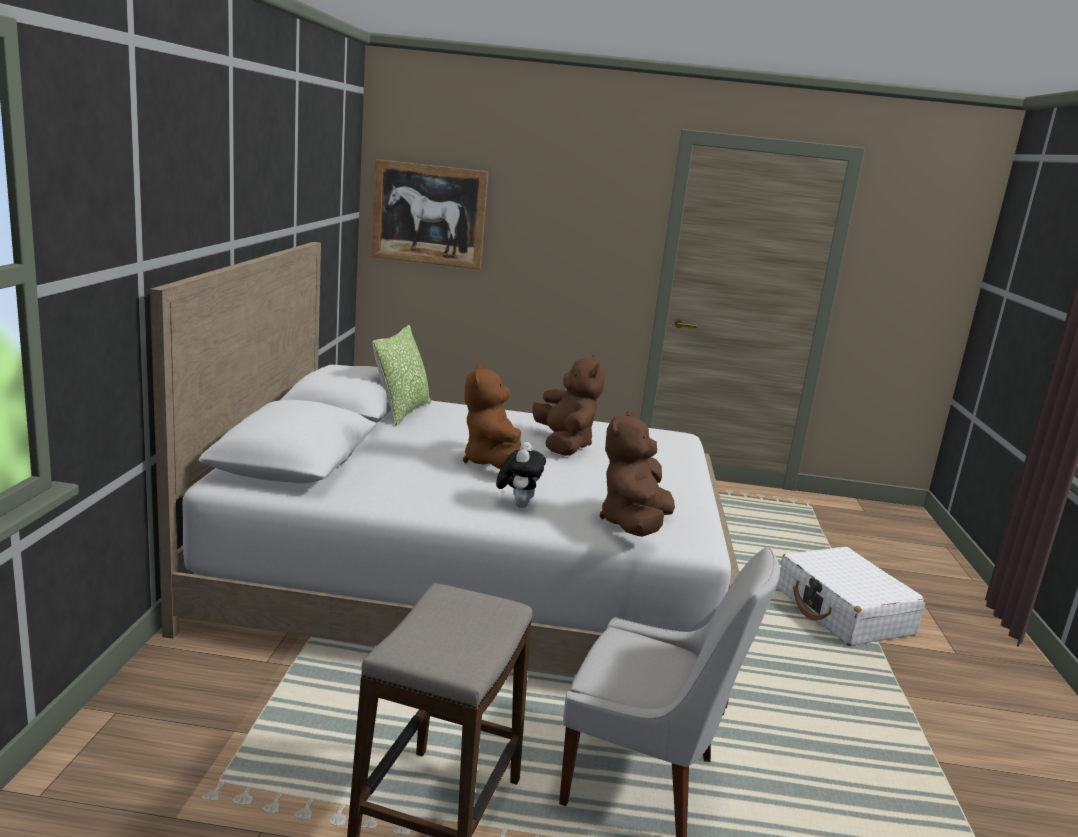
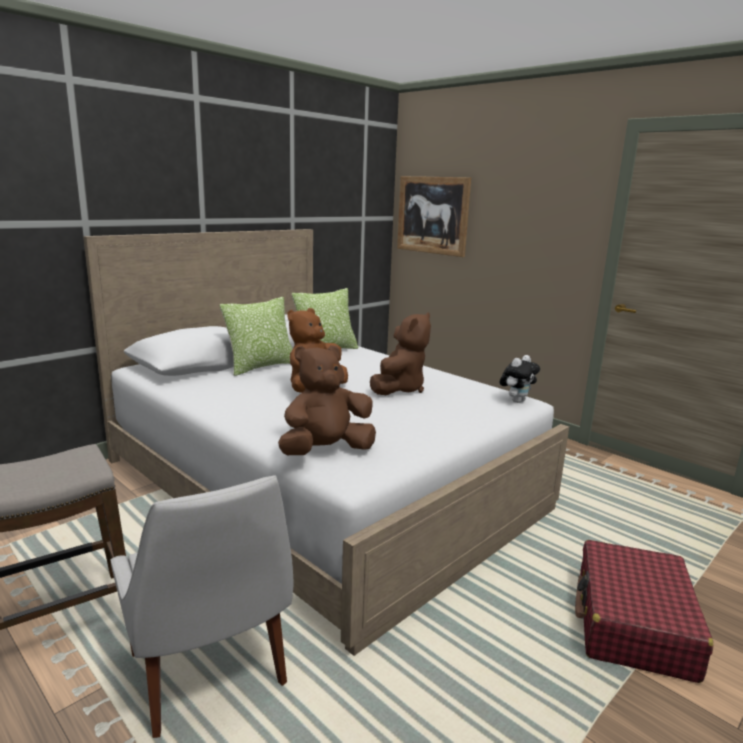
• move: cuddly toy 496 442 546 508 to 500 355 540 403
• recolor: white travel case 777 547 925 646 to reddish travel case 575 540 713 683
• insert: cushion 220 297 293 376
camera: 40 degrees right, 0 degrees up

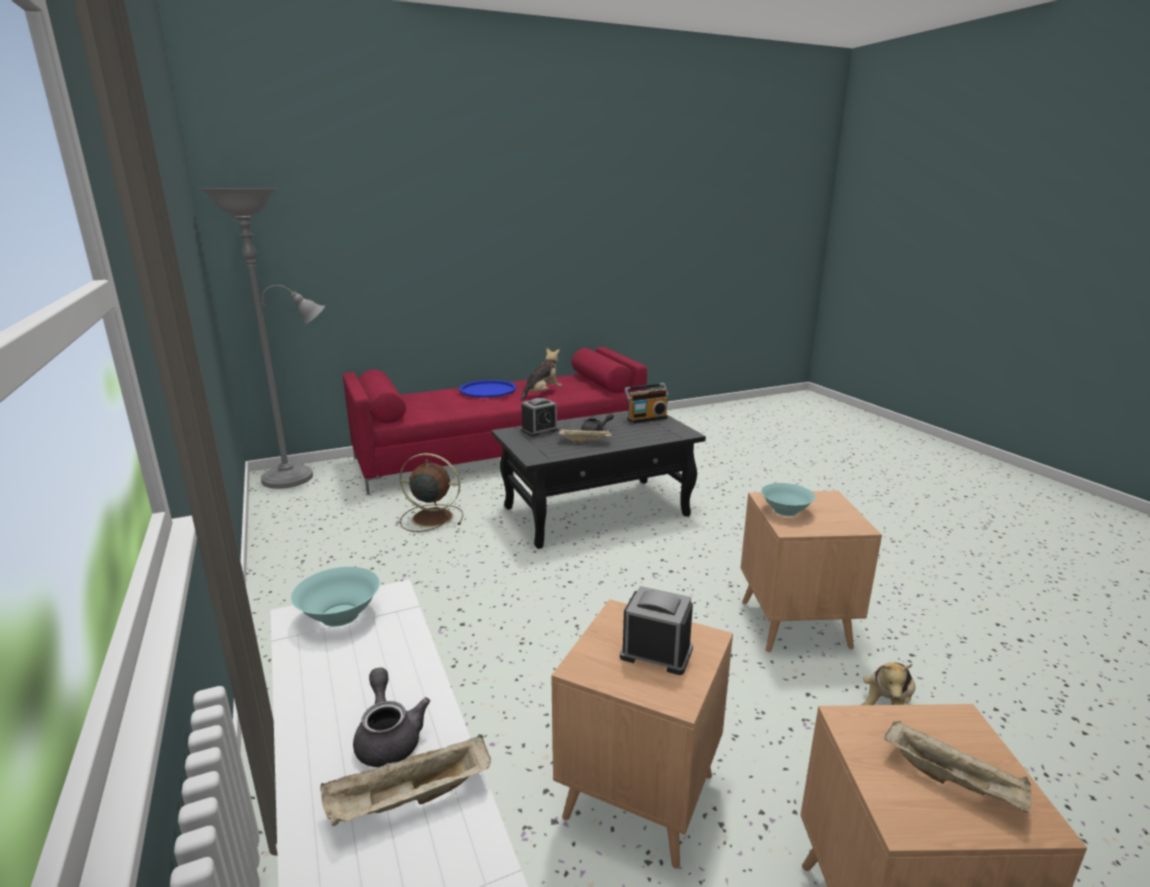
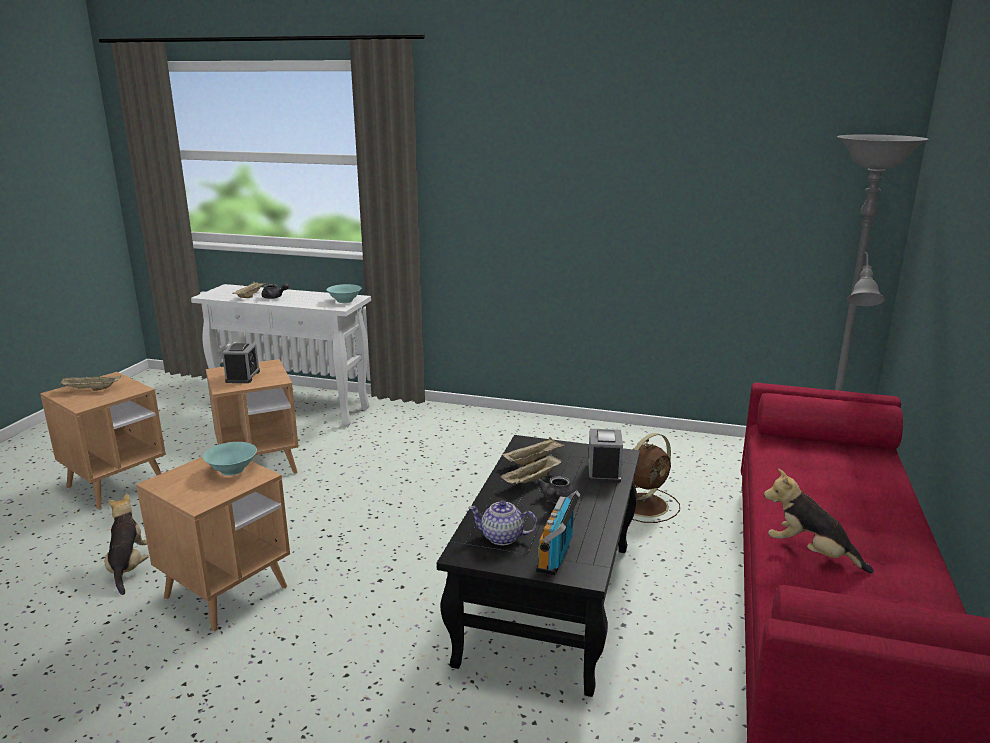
• rotate: cuddly toy 521 348 562 401 = 764 468 874 573 135 degrees clockwise
• delete: bluish carrying tray 459 380 516 398
• rotate: table clock 620 586 693 675 = 222 343 260 383 60 degrees counterclockwise
• insert: sand-coloured carrying tray 503 437 565 465
• insert: pot for tea 468 501 537 545
camera: 130 degrees right, 0 degrees up

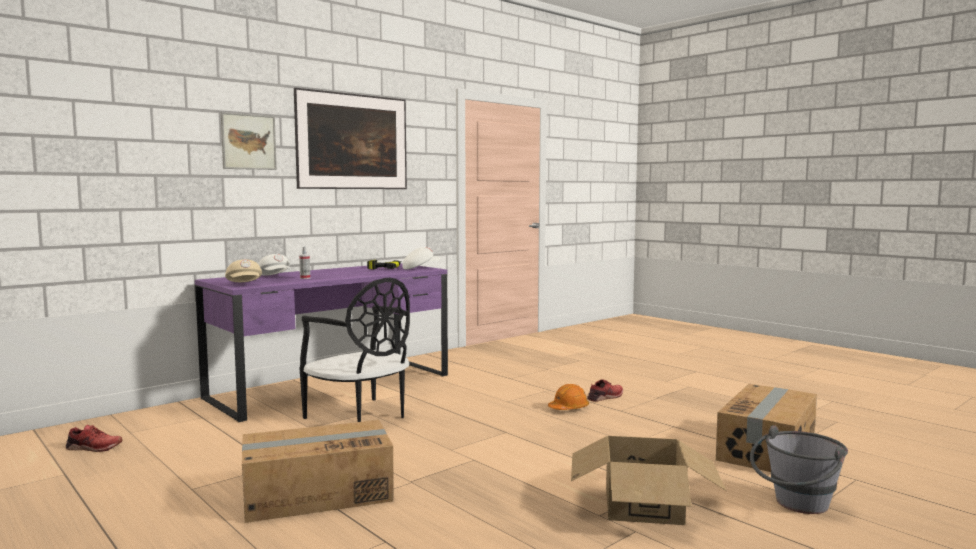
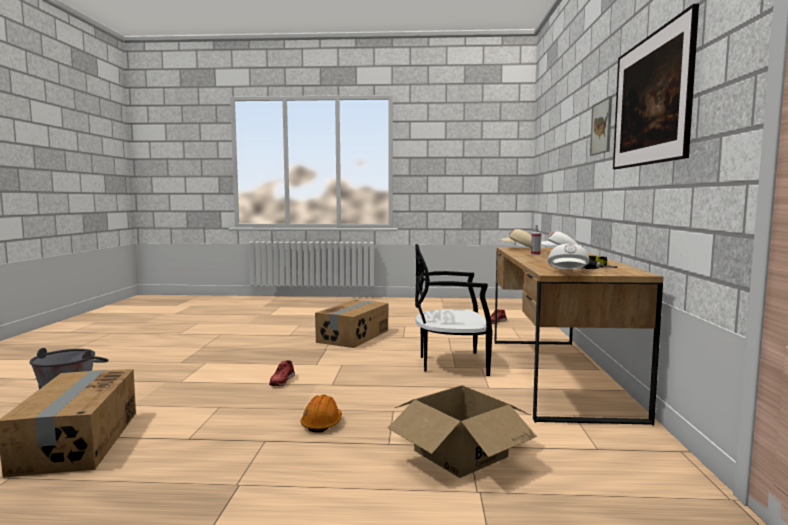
• recolor: purplish desk 195 263 448 422 to brown-coloured desk 494 247 663 425
• move: reddish low shoe 587 379 623 402 to 269 360 295 386
• move: cardboard box 571 436 726 525 to 388 385 537 478
camera: 135 degrees right, 0 degrees up

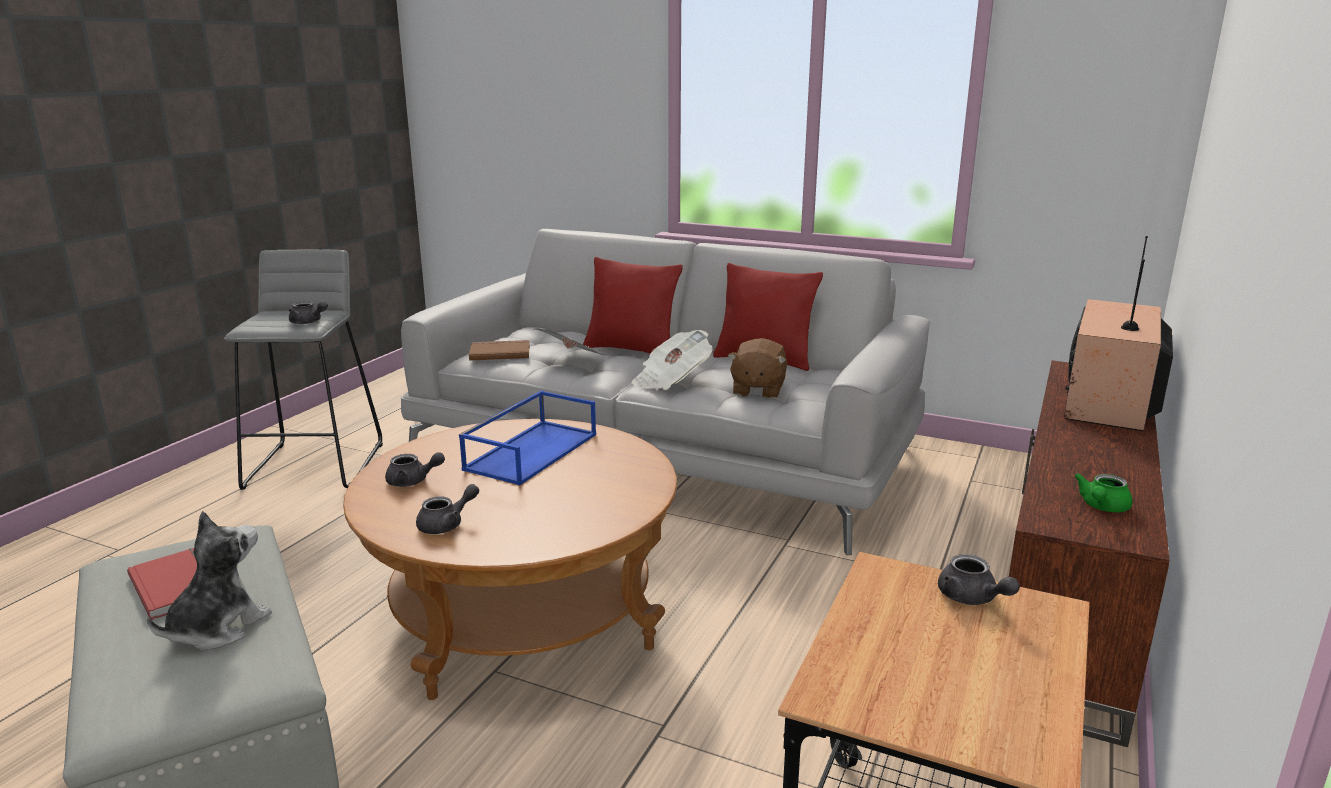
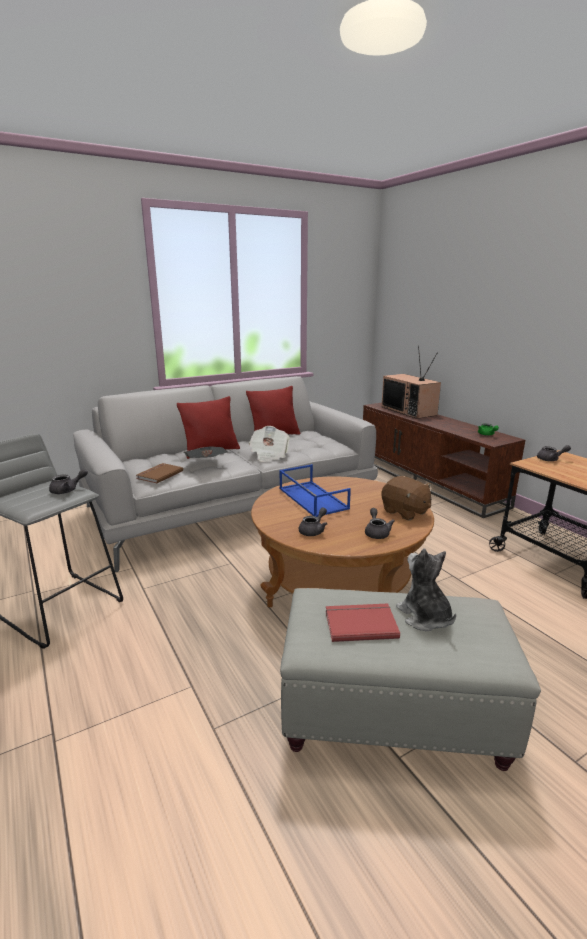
• move: brown-coloured cuddly toy 728 338 787 399 to 381 476 432 520
camera: 55 degrees left, 0 degrees up

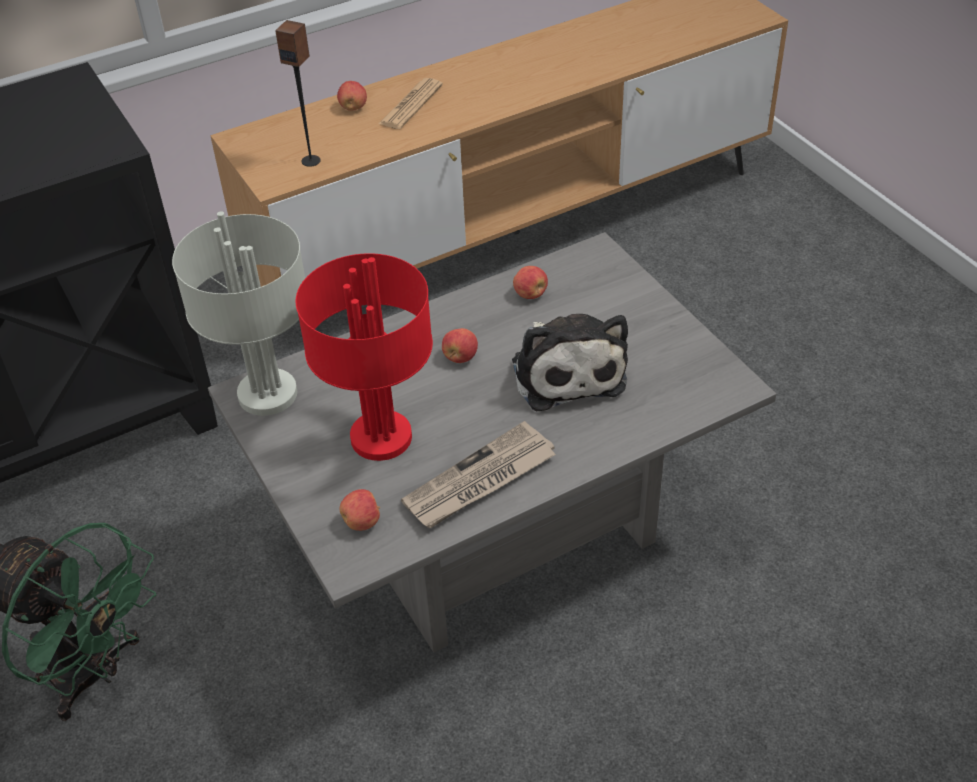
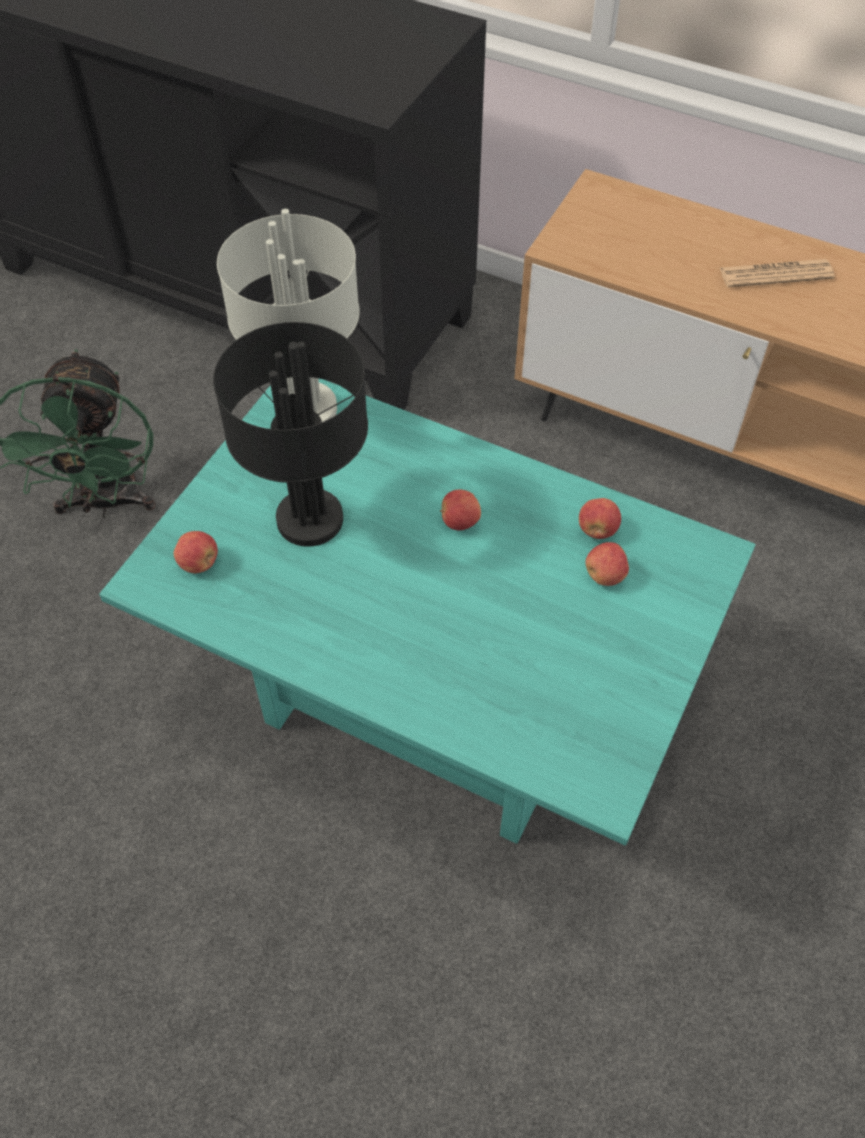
• delete: speaker 275 20 321 167
• move: apple 337 81 367 111 to 586 542 629 586
• recolor: grey low table 208 232 776 652 to turquoise low table 99 378 756 846
• recolor: reddish table lamp 296 253 433 461 to black-coloured table lamp 213 322 368 547
• delete: cuddly toy 512 314 628 411
• delete: daily paper 401 421 556 528
camera: 55 degrees right, 10 degrees up

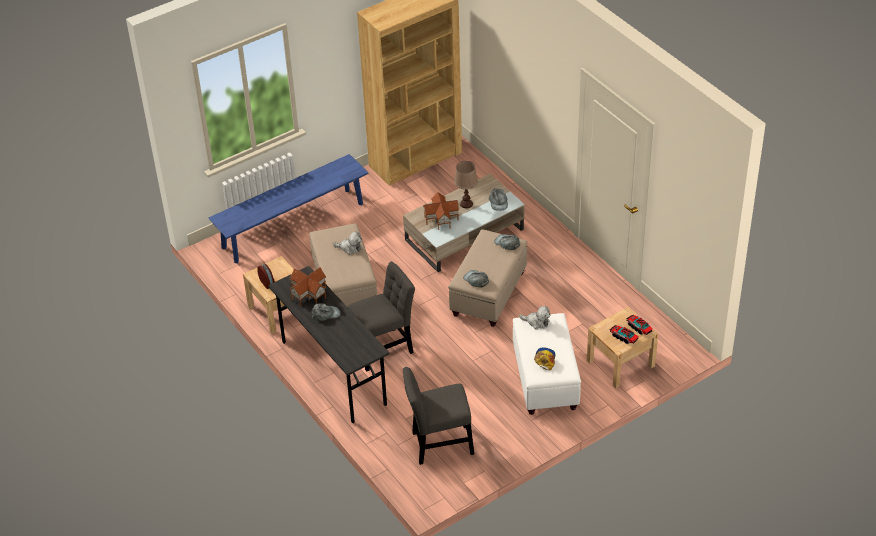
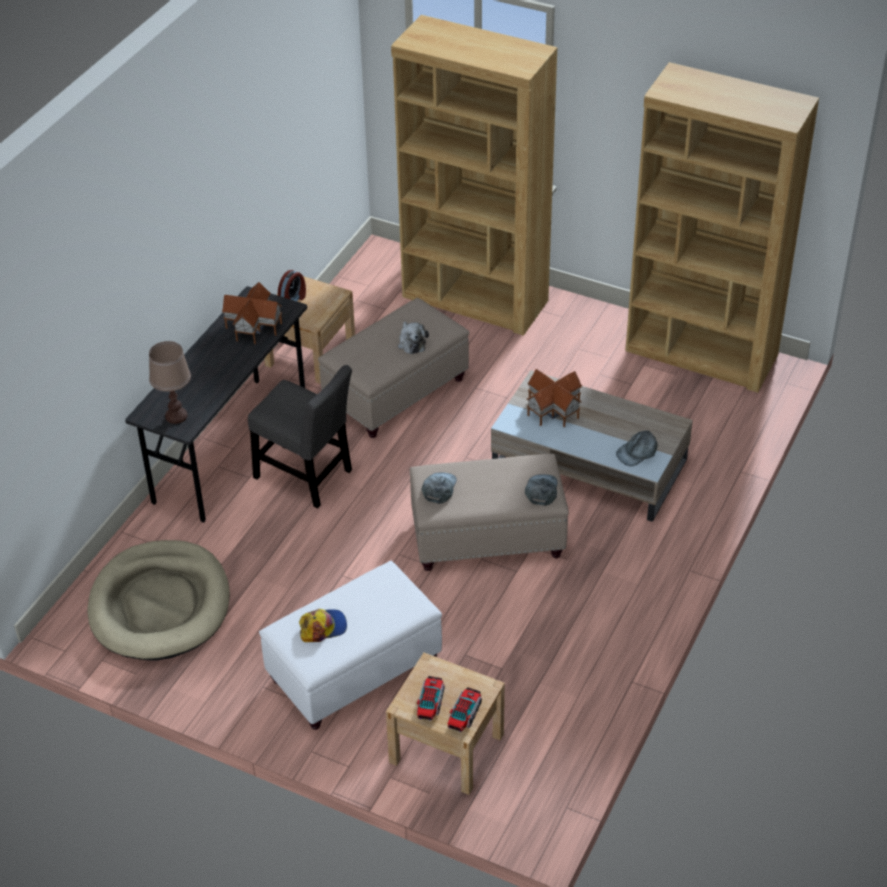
• replace: bluish bench 209 154 369 263 to brown-coloured bookcase 391 15 557 336
• move: brown-coloured table lamp 454 161 478 208 to 149 341 191 424
• delete: grey peaked cap 311 303 341 321
• delete: cuddly toy 519 306 550 330
• replace: grey chair 403 367 474 465 to sand-coloured pet bed 88 540 230 660
camera: 60 degrees right, 0 degrees up

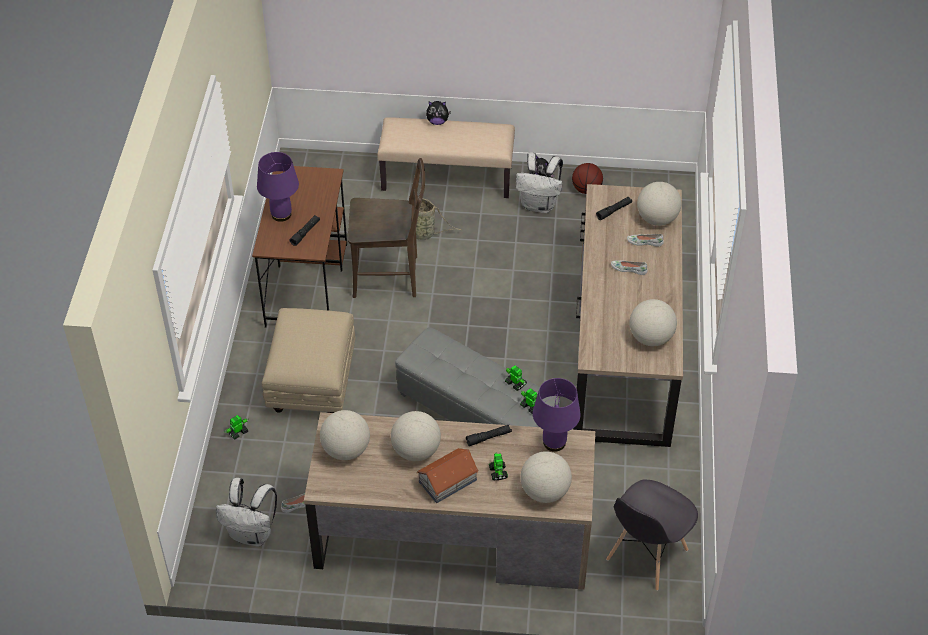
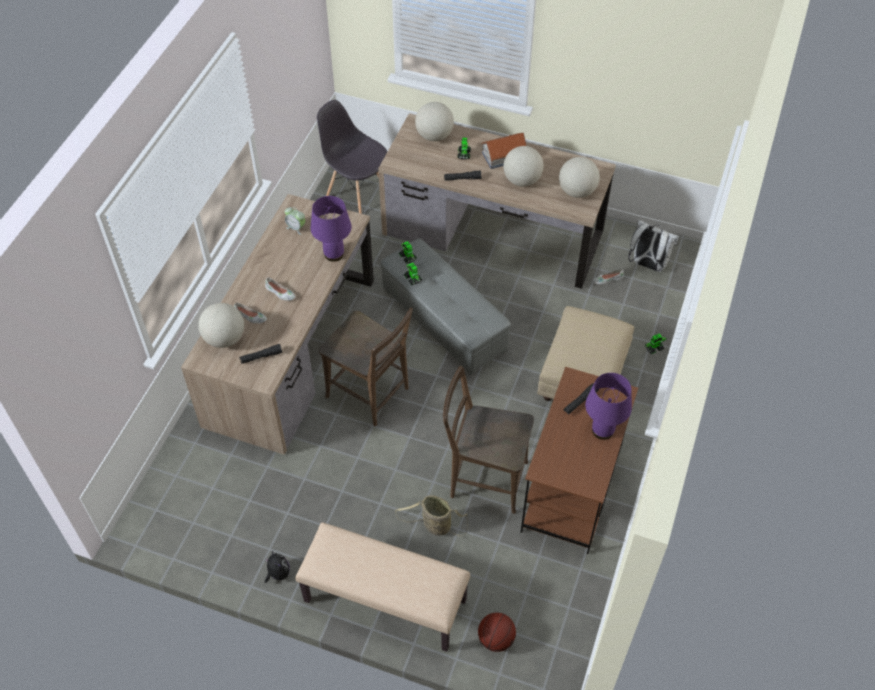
• delete: cuddly toy 426 101 451 125
• delete: white backpack 516 152 563 213
• move: basketball ball 572 163 603 194 to 478 612 516 652
• replace: globe 630 299 677 346 to table clock 285 207 305 235
• move: purplish table lamp 533 378 581 452 to 311 196 352 262
• rotate: grey chair 606 480 698 591 = 317 100 387 214 105 degrees counterclockwise
• insert: brown-coloured chair 319 308 413 426
camera: 165 degrees left, 5 degrees up

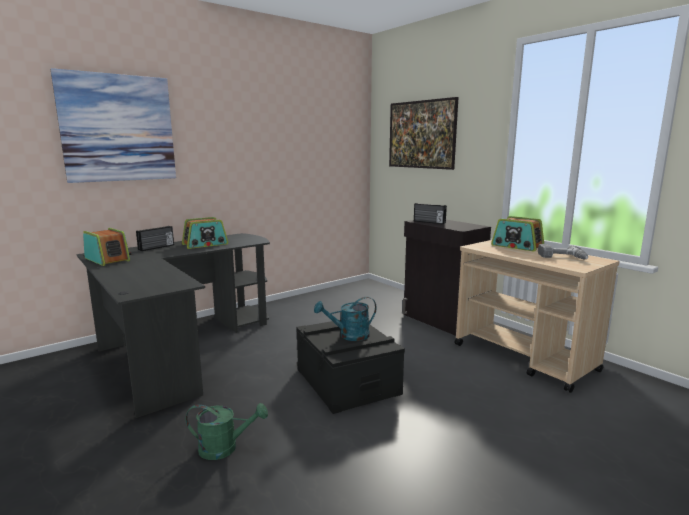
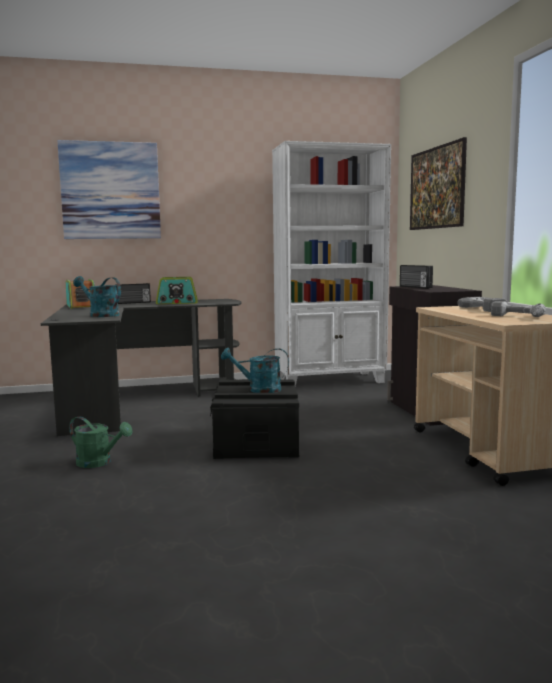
• replace: radio 491 216 544 252 to drill 458 297 507 312
• insert: white bookcase 272 141 391 386
• insert: turquoise watering pot 73 276 121 317
camera: 25 degrees right, 5 degrees down

